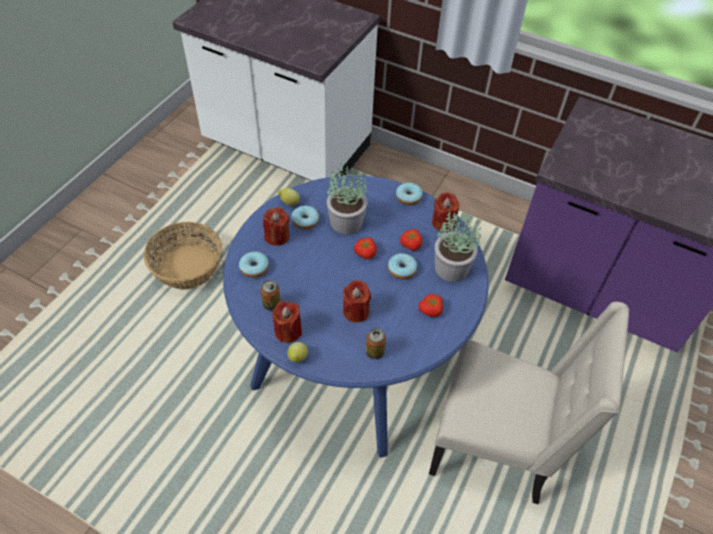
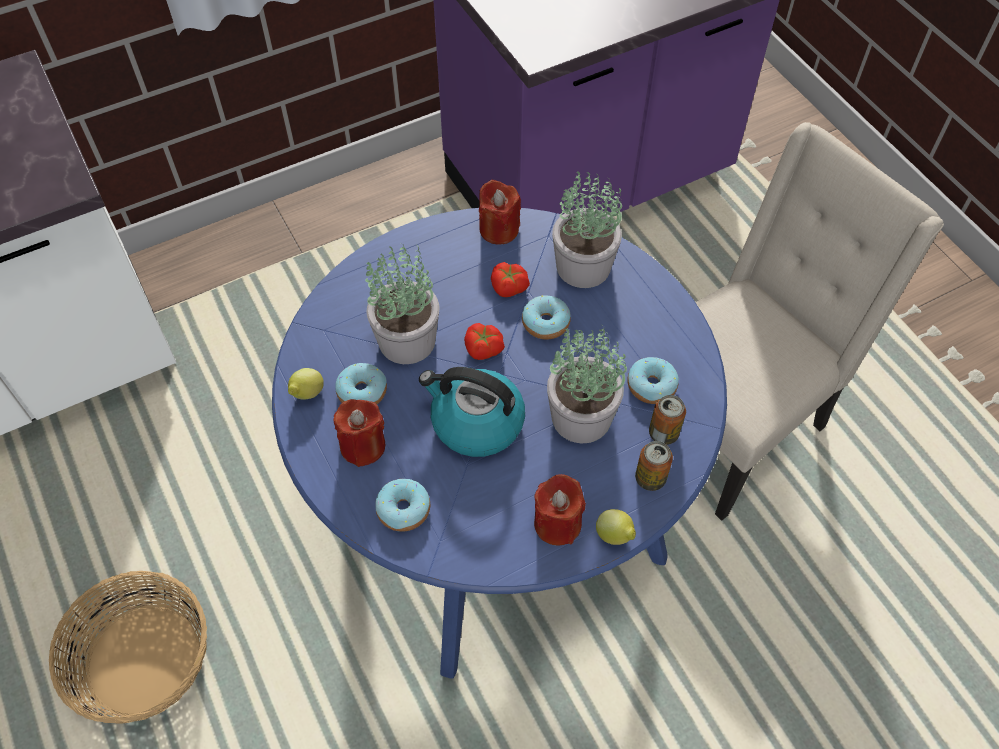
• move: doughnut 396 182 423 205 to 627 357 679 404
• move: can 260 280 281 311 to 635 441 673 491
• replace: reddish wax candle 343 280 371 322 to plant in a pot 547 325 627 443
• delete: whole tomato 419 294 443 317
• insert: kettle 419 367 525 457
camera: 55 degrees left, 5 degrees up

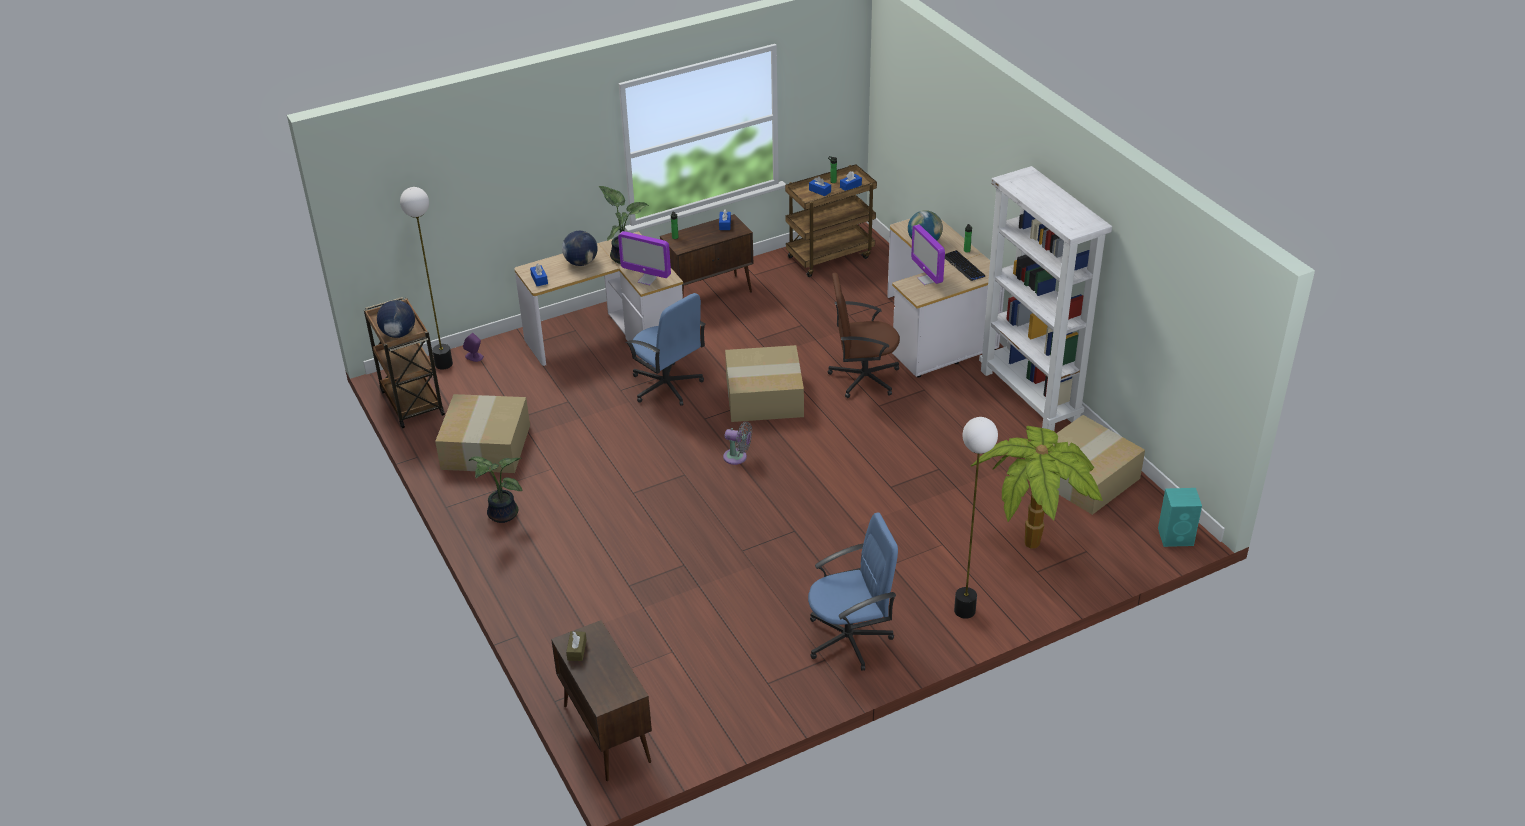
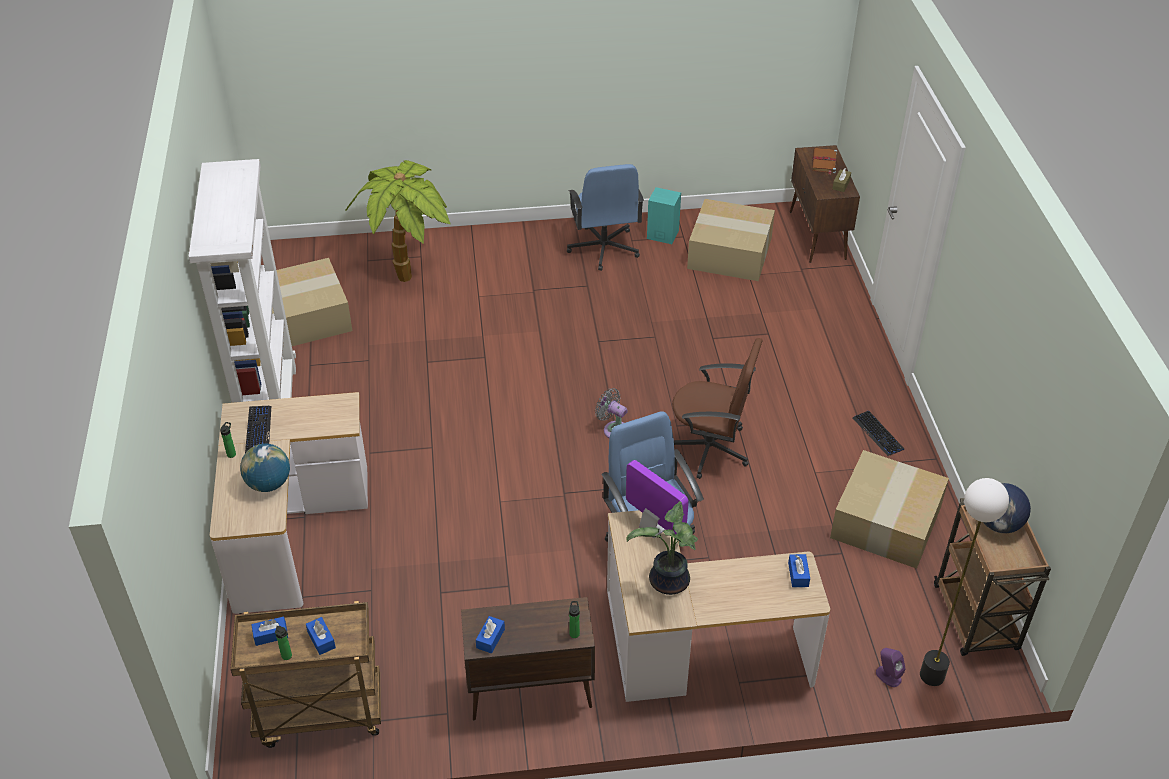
• delete: computer display 911 224 945 285
• delete: globe 562 231 598 266
• move: brown-coloured computer chair 828 273 900 398 to 672 338 763 479
• move: cardboard box 725 345 804 422 to 687 199 775 281
• delete: standard lamp 954 417 998 619
• replace: plant in a pot 469 456 523 523 to keyboard 853 410 904 456
• move: turquoise speaker 1158 488 1202 547 to 647 187 681 244
• rotate: bluish computer chair 808 512 898 671 = 567 164 644 271 105 degrees counterclockwise
• insert: brown-coloured volume 812 148 837 175
camera: 160 degrees left, 5 degrees up

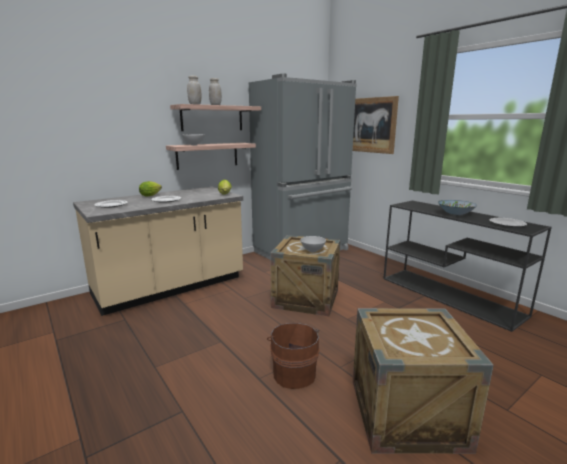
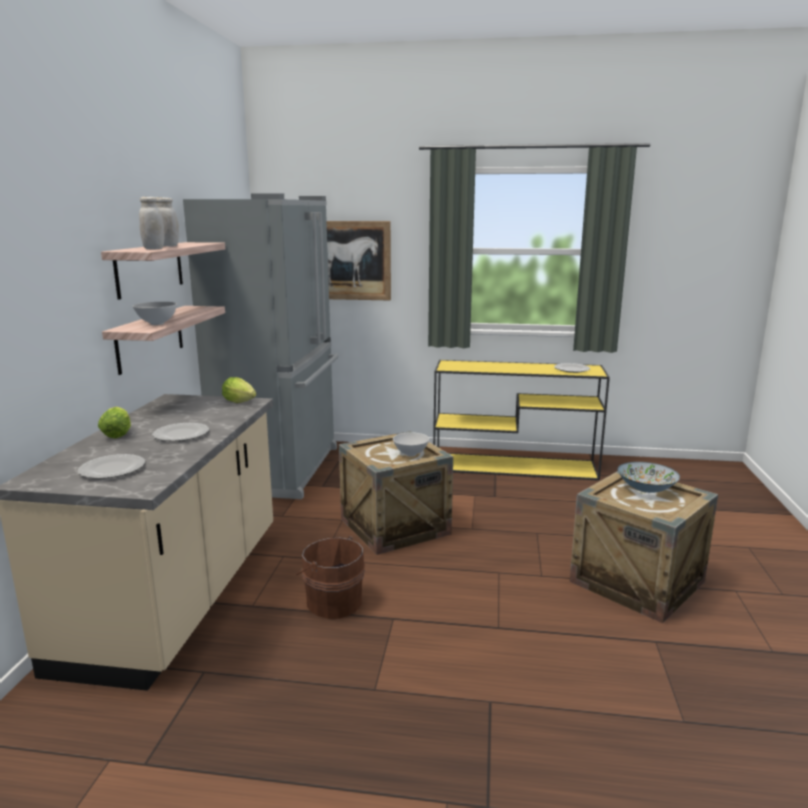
• recolor: black-coloured console table 383 200 552 332 to yellowish console table 433 360 610 481
• move: bowl 438 200 477 215 to 617 462 680 493
• move: brown-coloured pail 267 323 319 389 to 296 536 365 619
camera: 45 degrees left, 0 degrees up

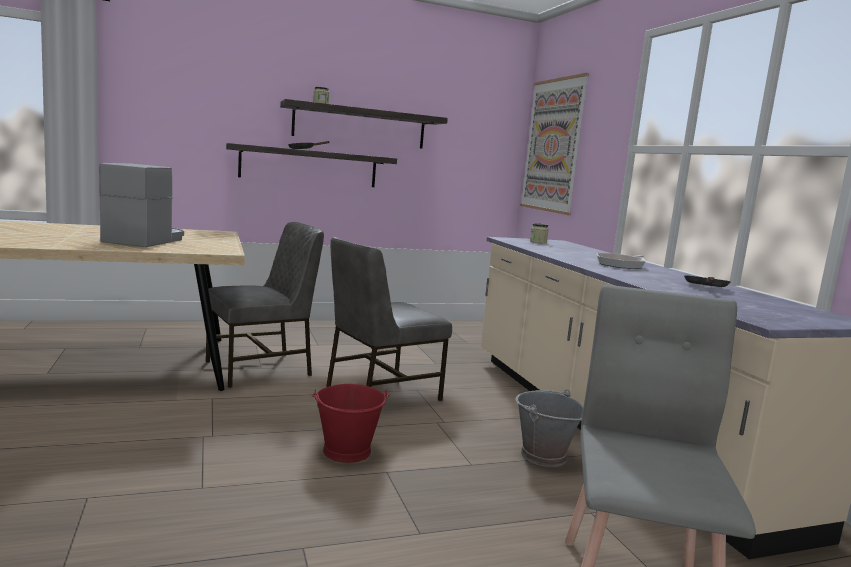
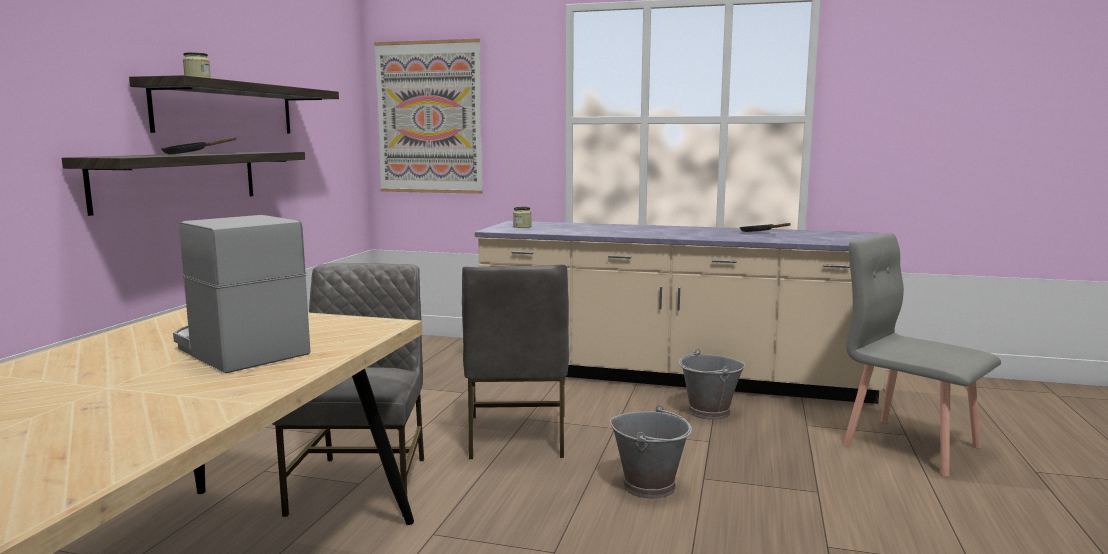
• delete: skillet 597 253 646 269
• recolor: reddish pail 312 384 390 463 to grey pail 610 405 692 498
camera: 55 degrees left, 0 degrees up

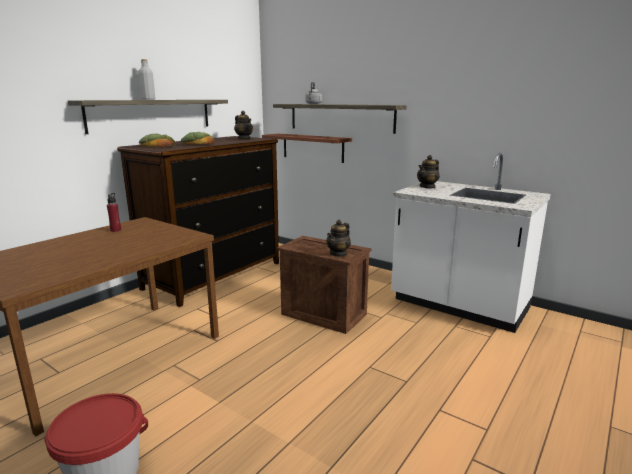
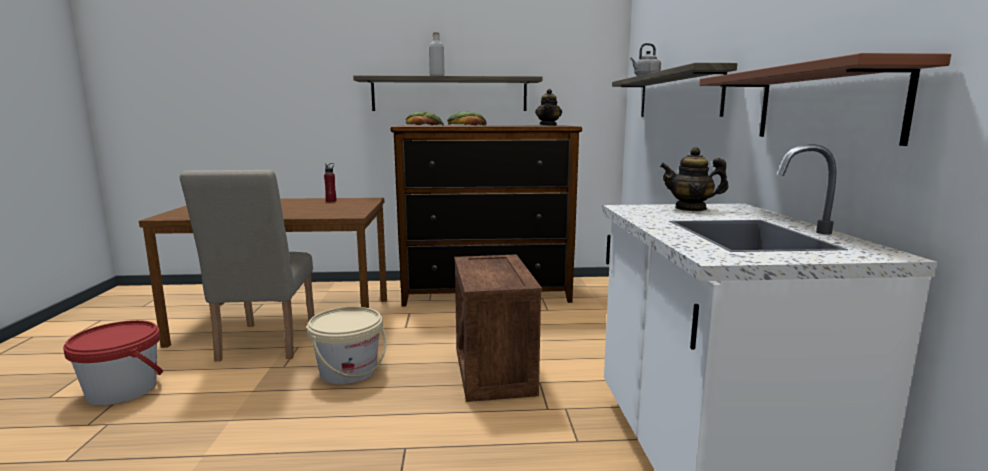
• move: brown-coloured bracket shelf 262 134 352 163 to 699 53 951 146
• delete: pot for tea 326 220 351 257
• insert: sand-coloured chair 180 170 315 361
• insert: sand-coloured pail 307 307 386 384
camera: 50 degrees right, 5 degrees down

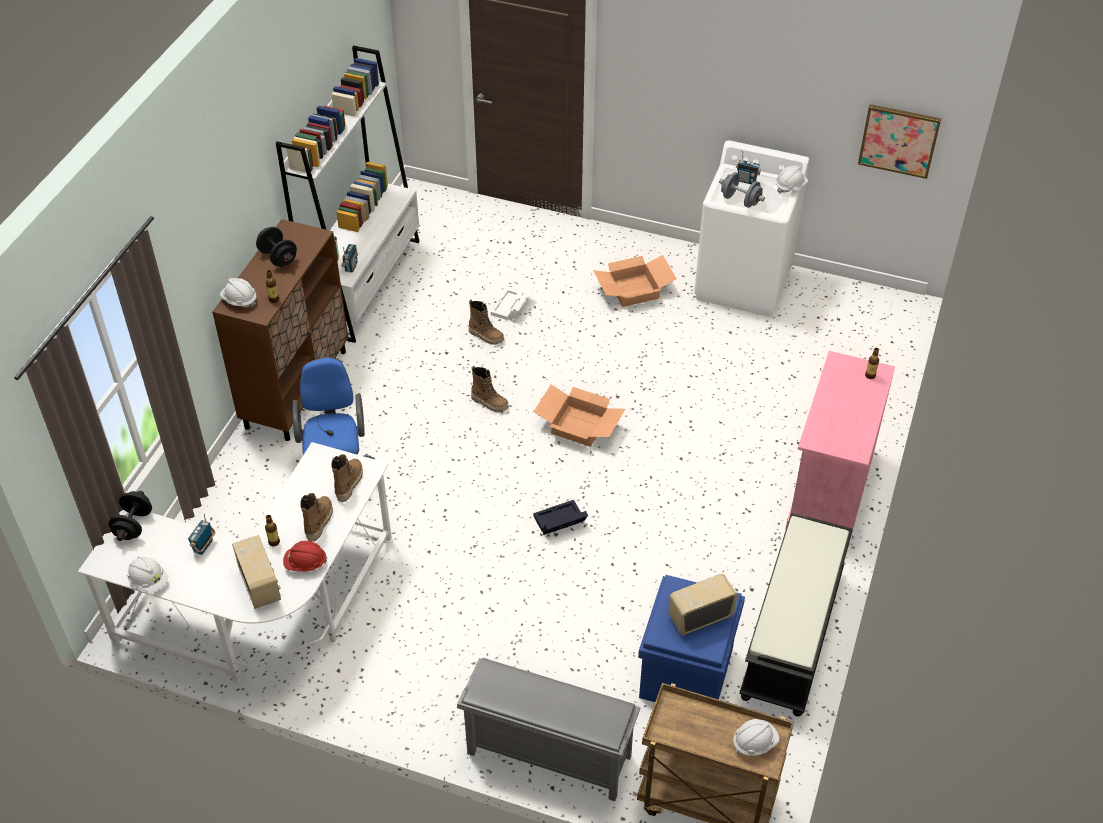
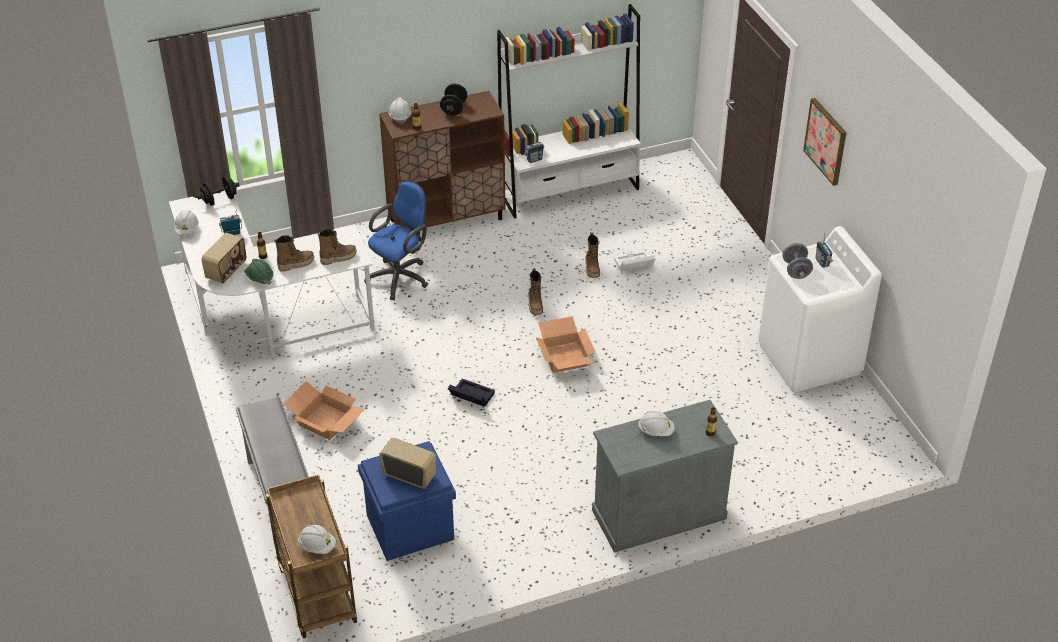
• move: picture 858 104 941 179 to 803 98 847 186
• move: white work helmet 776 166 808 193 to 638 411 674 436
• move: cardboard box 593 255 677 307 to 283 381 365 440
• recolor: pinkish storage cabinet 786 351 895 539 to grey storage cabinet 592 400 738 553
• delete: black-coloured bench 739 513 853 716
• recolor: reddish work helmet 283 541 327 572 to green work helmet 244 259 273 285
camera: 50 degrees right, 5 degrees down

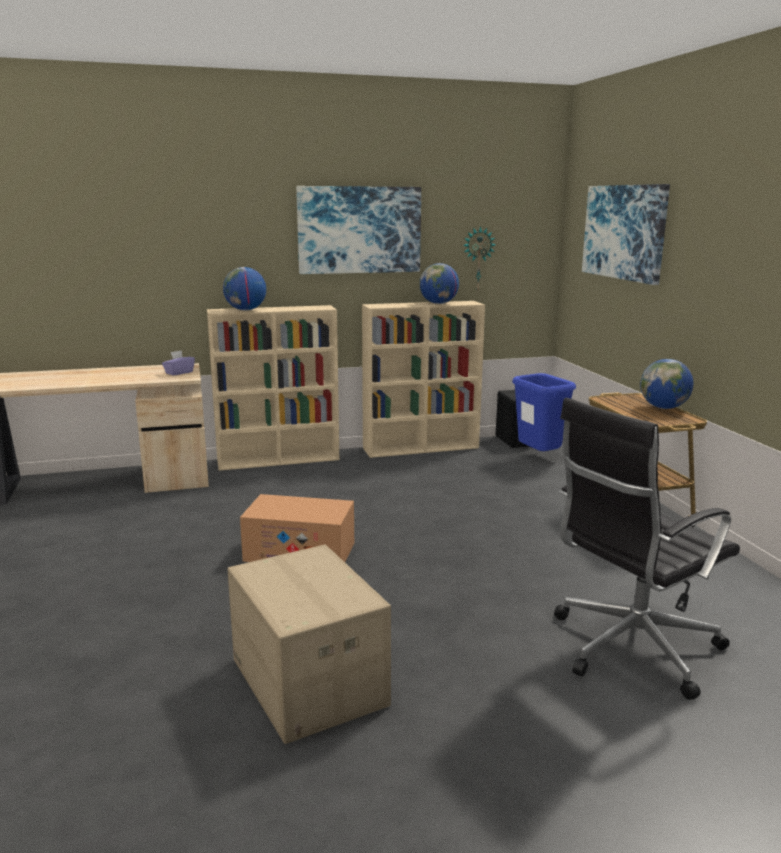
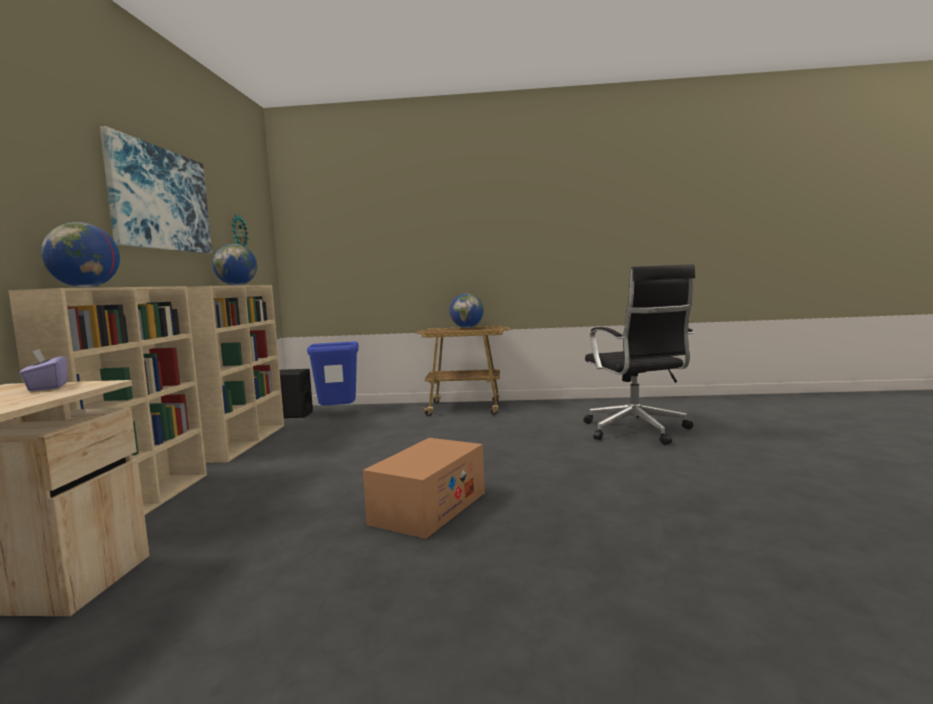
• delete: picture 582 184 670 285
• delete: cardboard box 227 544 391 744
camera: 70 degrees left, 10 degrees down

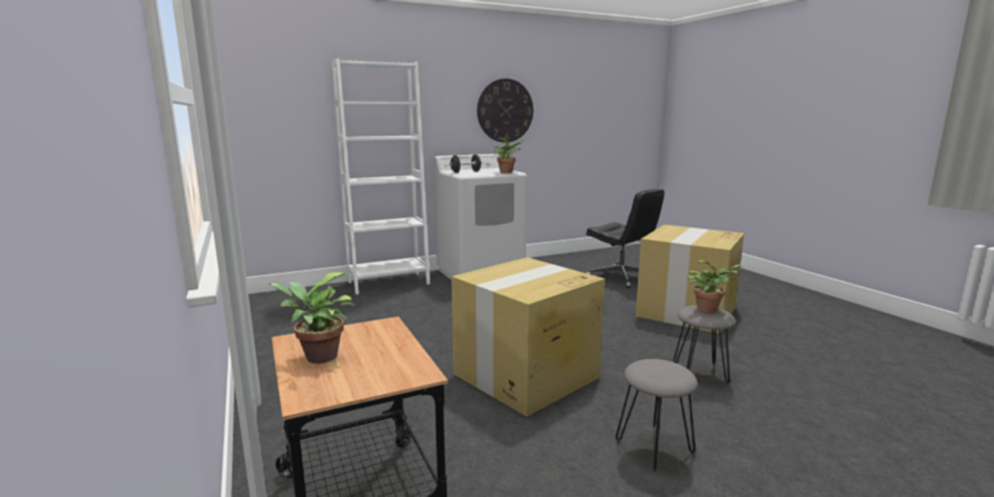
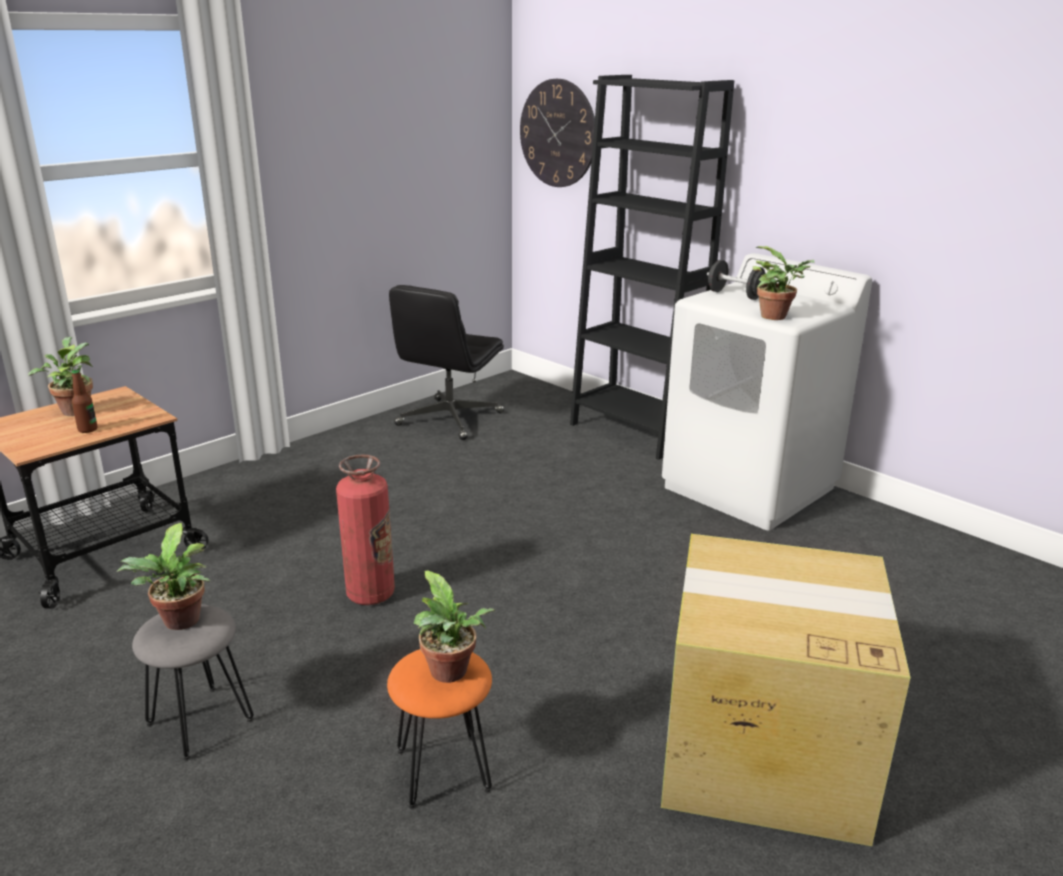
• recolor: white bookcase 332 59 430 295 to black-coloured bookcase 570 75 734 460
• move: clock on the wall 477 78 533 143 to 520 79 595 187
• move: black-coloured computer chair 586 188 665 288 to 389 285 504 440
• replace: cardboard box 451 257 605 417 to fire-fighting cylinder 336 454 395 605
• recolor: grey stool seat 673 305 736 385 to orangey stool seat 387 649 492 809
• insert: drink bottle 71 370 97 433
• insert: plant in a pot 117 523 210 630
camera: 70 degrees right, 10 degrees up

